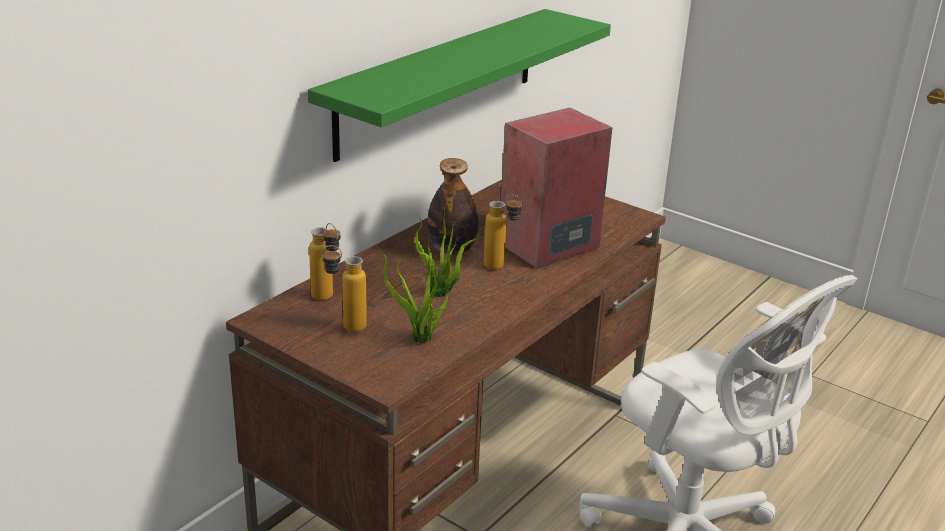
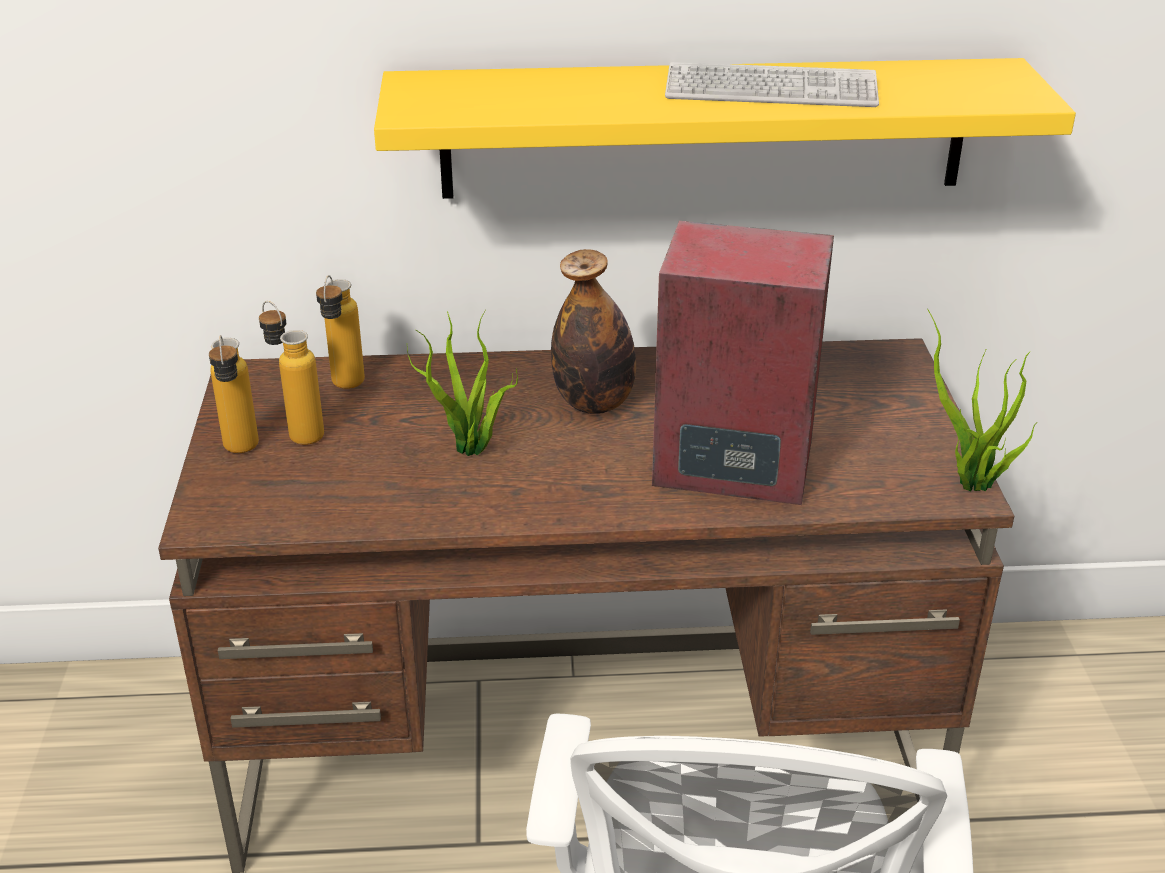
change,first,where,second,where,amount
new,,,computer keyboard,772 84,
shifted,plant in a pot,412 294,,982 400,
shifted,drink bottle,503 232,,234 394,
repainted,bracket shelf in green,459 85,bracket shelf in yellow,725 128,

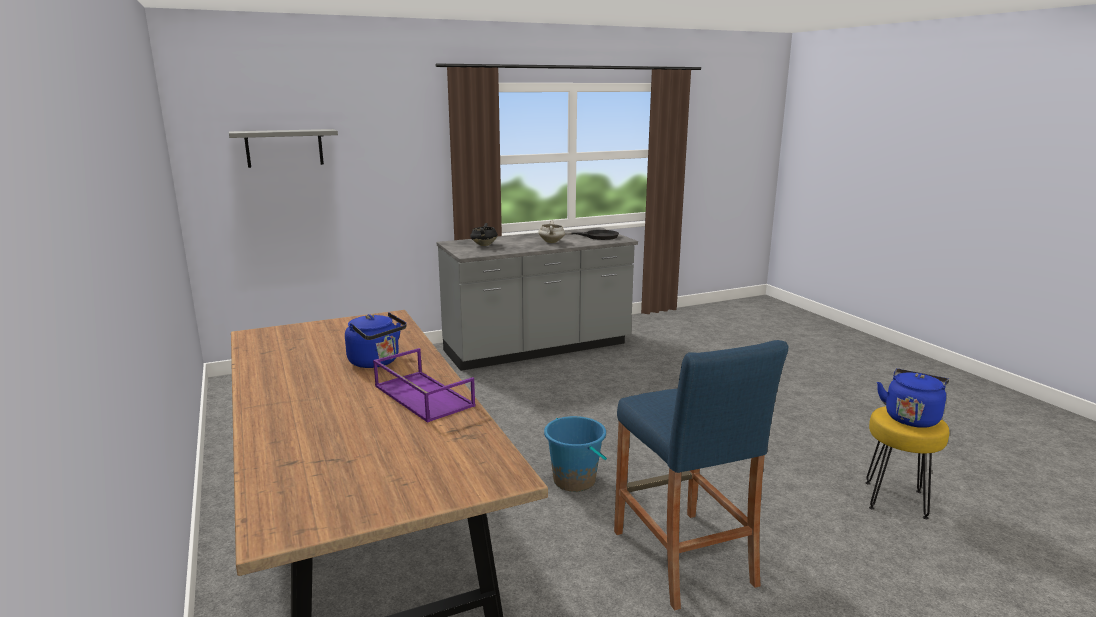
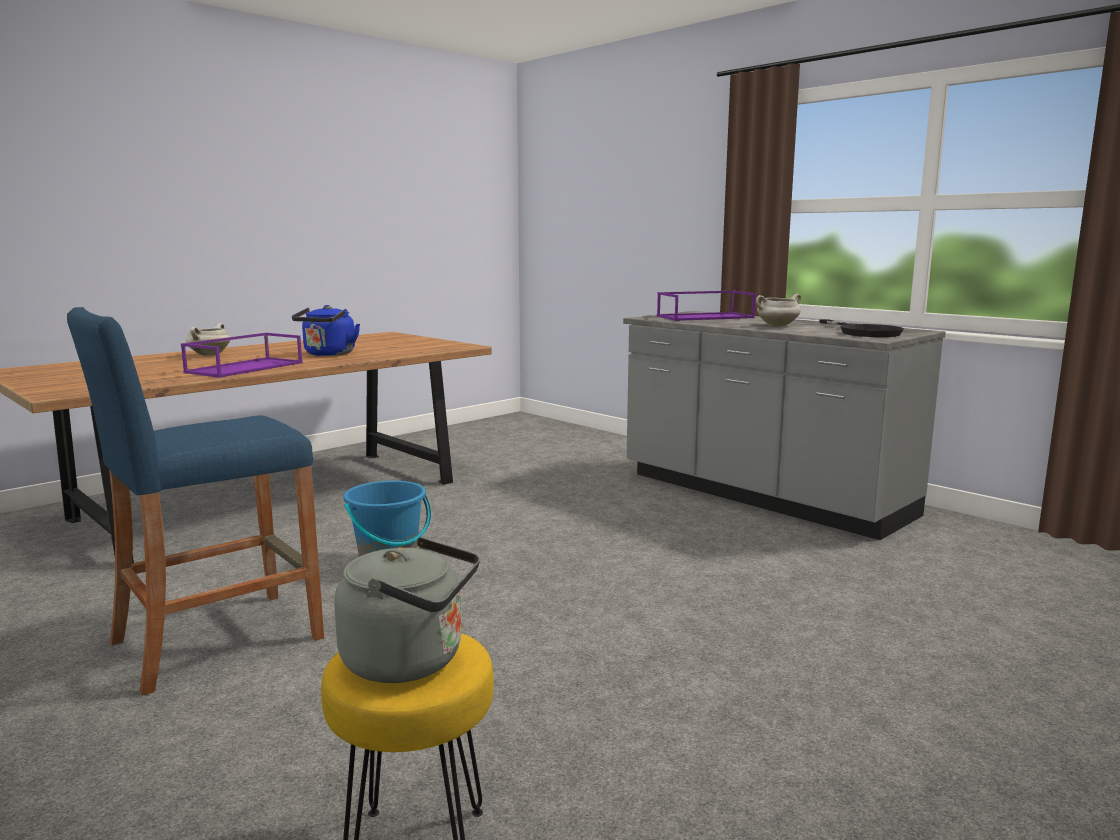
change,first,where,second,where,amount
gone,bracket shelf in gray,283 148,,,
new,,,stockpot in white-coloured,208 339,
swapped,stockpot in black-coloured,484 234,tray in purplish,706 306,
repainted,tea kettle in blue-coloured,913 398,tea kettle in gray,407 610,

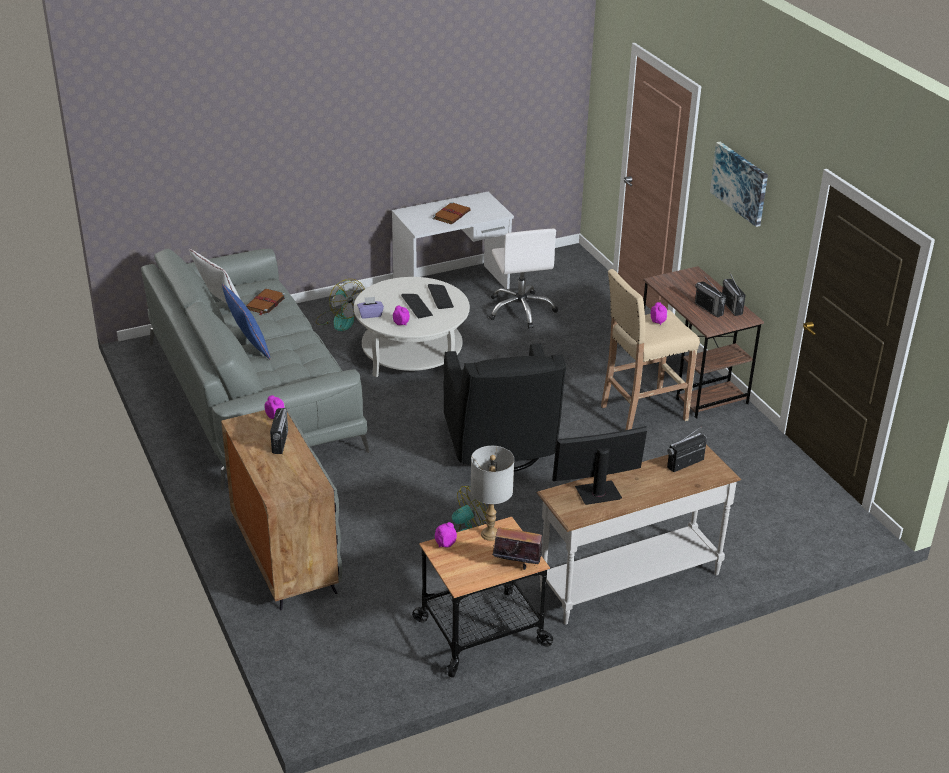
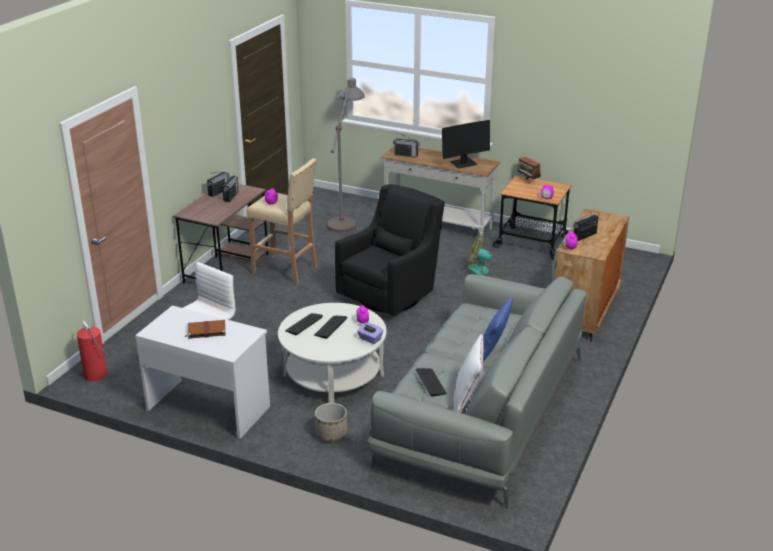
change,first,where,second,where,amount
gone,tabletop lamp in gray,492 493,,,
gone,wall picture,739 184,,,
new,,,fire-fighting cylinder,92 351,
new,,,floor lamp in gray,345 155,
swapped,book in brownish,266 302,computer keyboard,431 382,
swapped,cooling fan,340 305,flower pot,331 422,
rotated,computer display,599 465,,466 144,60 degrees counterclockwise

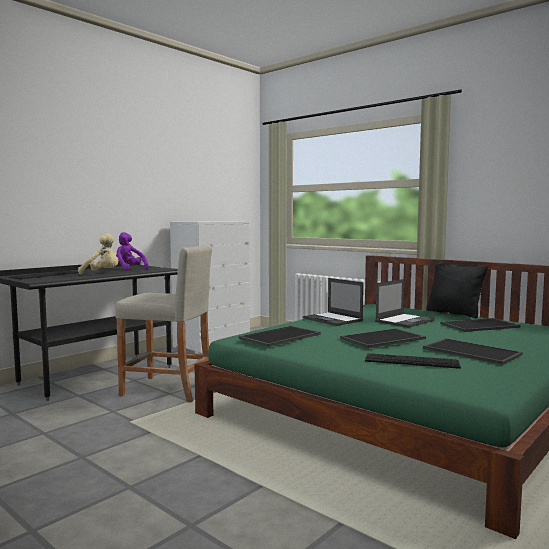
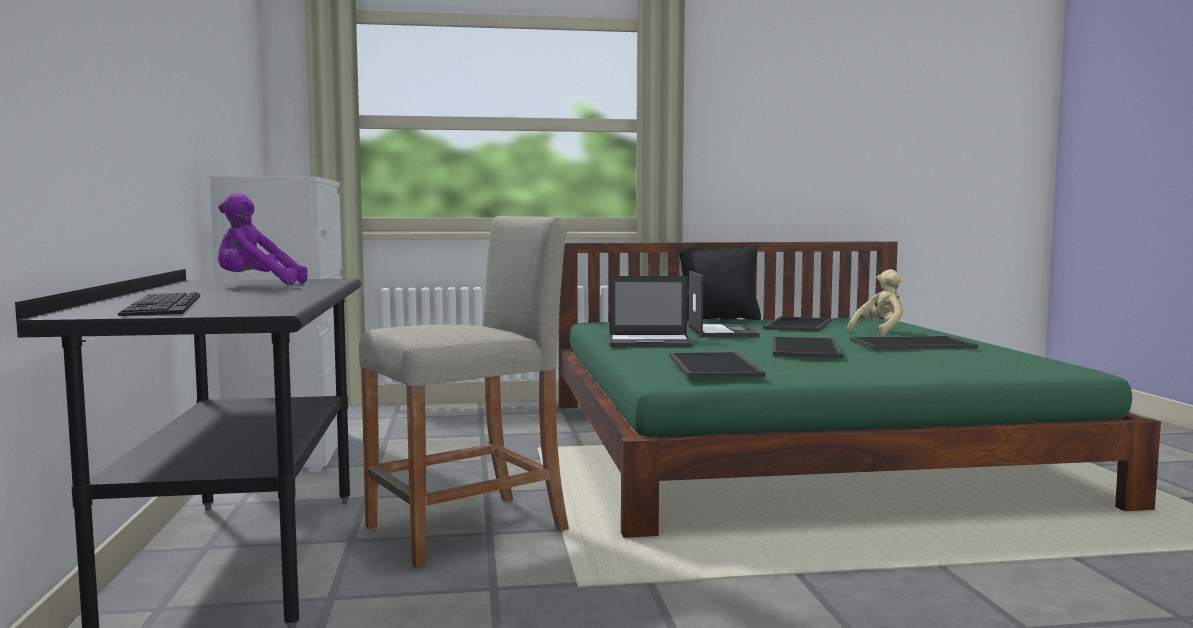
change,first,where,second,where,amount
gone,computer keyboard,413 361,,,
shifted,cuddly toy in beige-coloured,98 254,,875 303,

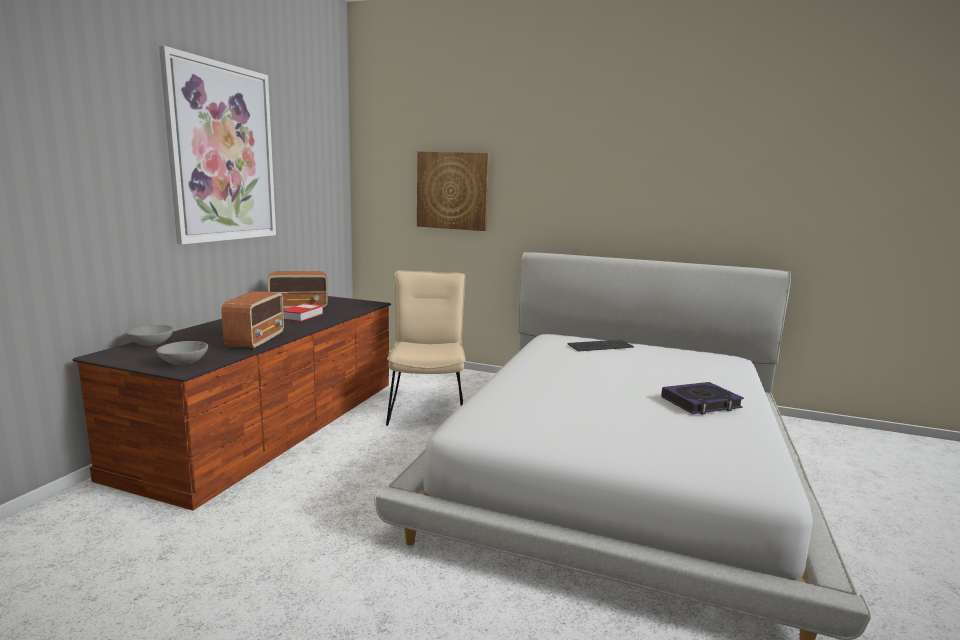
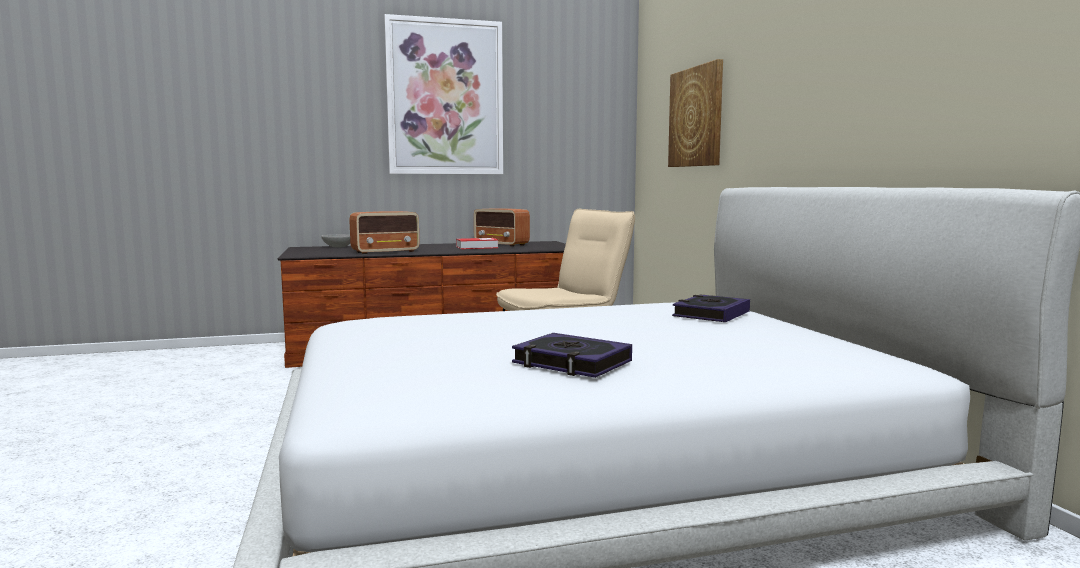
change,first,where,second,where,amount
gone,bowl in gray,182 353,,,
swapped,computer keyboard,601 346,book,711 308,

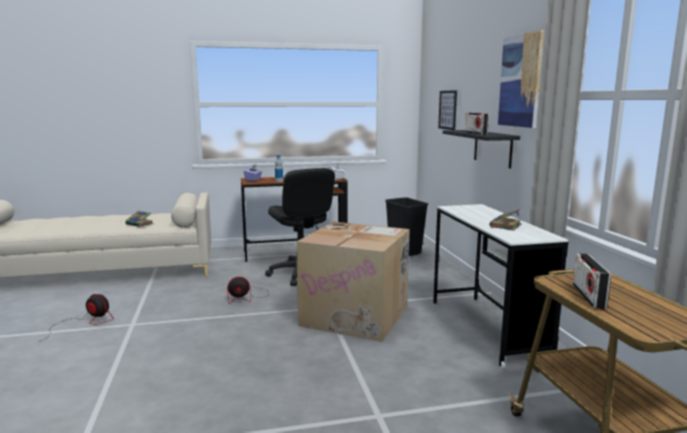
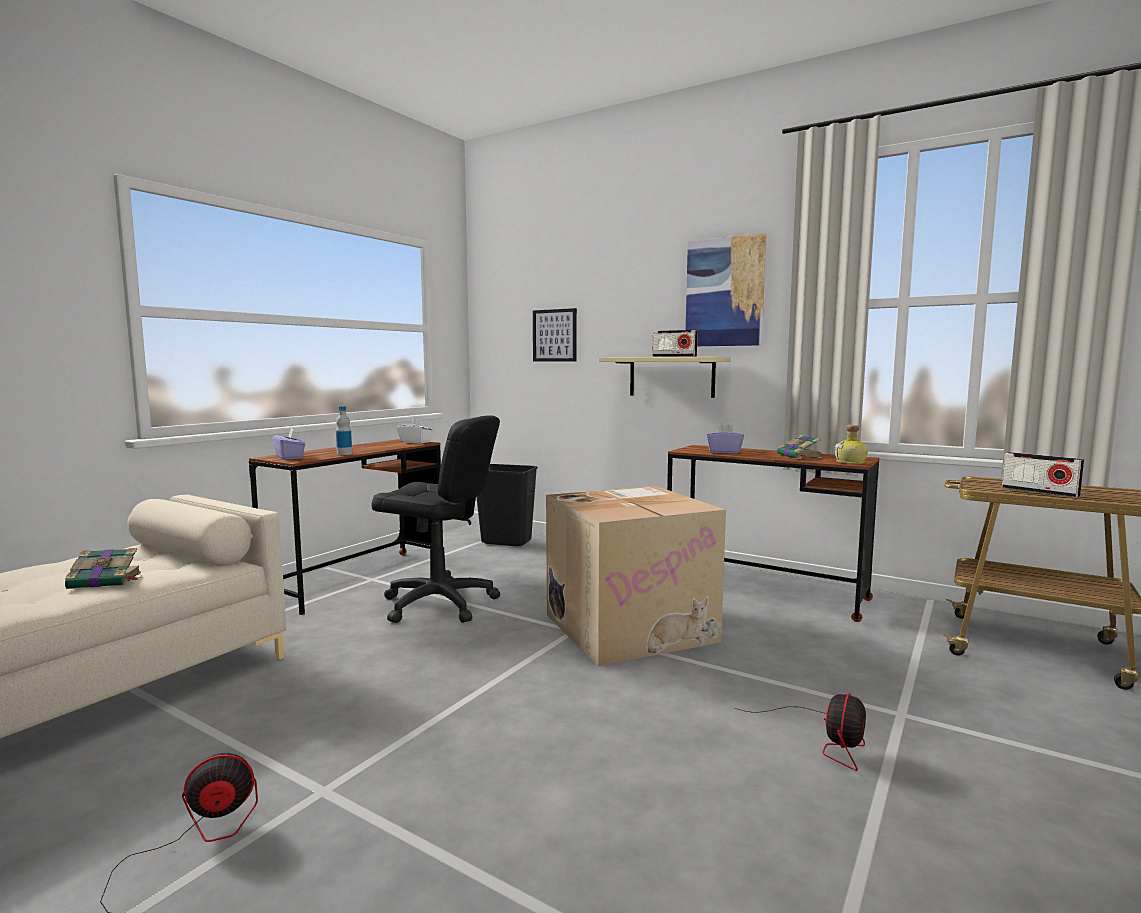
change,first,where,second,where,amount
new,,,tissue box in purplish,725 439,
new,,,drink bottle,851 444,
shifted,cooling fan,247 290,,800 732,
repainted,desk table in white-coloured,500 286,desk table in brownish,773 533,
repainted,bracket shelf in black-coloured,481 149,bracket shelf in beige-coloured,665 377,

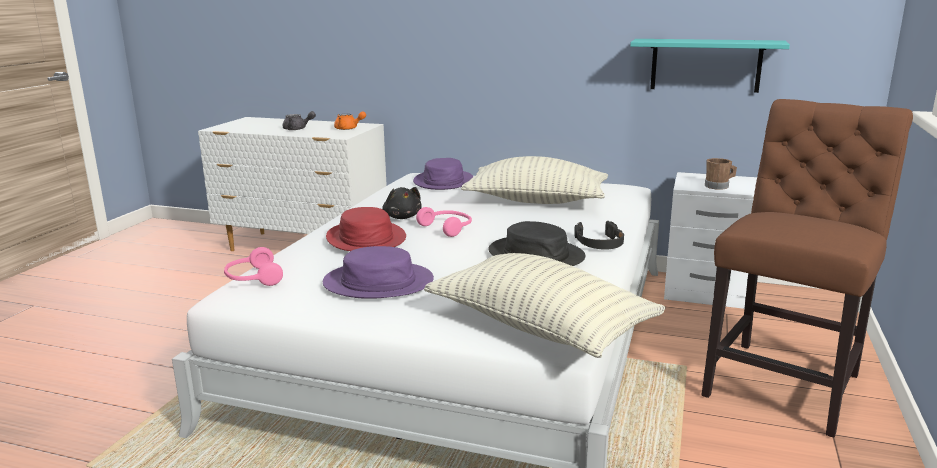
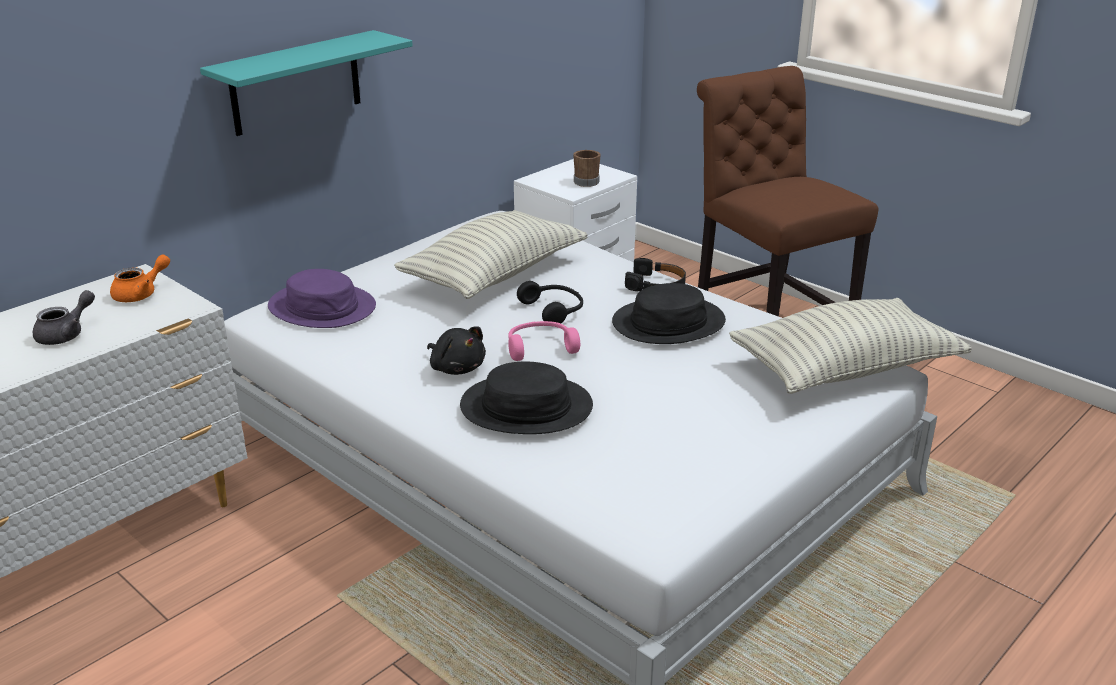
change,first,where,second,where,amount
gone,headphones in pink,253 266,,,
gone,clothing hat in purplish,378 272,,,
new,,,headphones in black-coloured,550 302,
shifted,bracket shelf in turquoise-coloured,710 66,,306 83,
repainted,clothing hat in red-coloured,366 229,clothing hat in black-coloured,526 398,
rotated,cuddly toy in black-coloured,402 203,,456 350,45 degrees clockwise

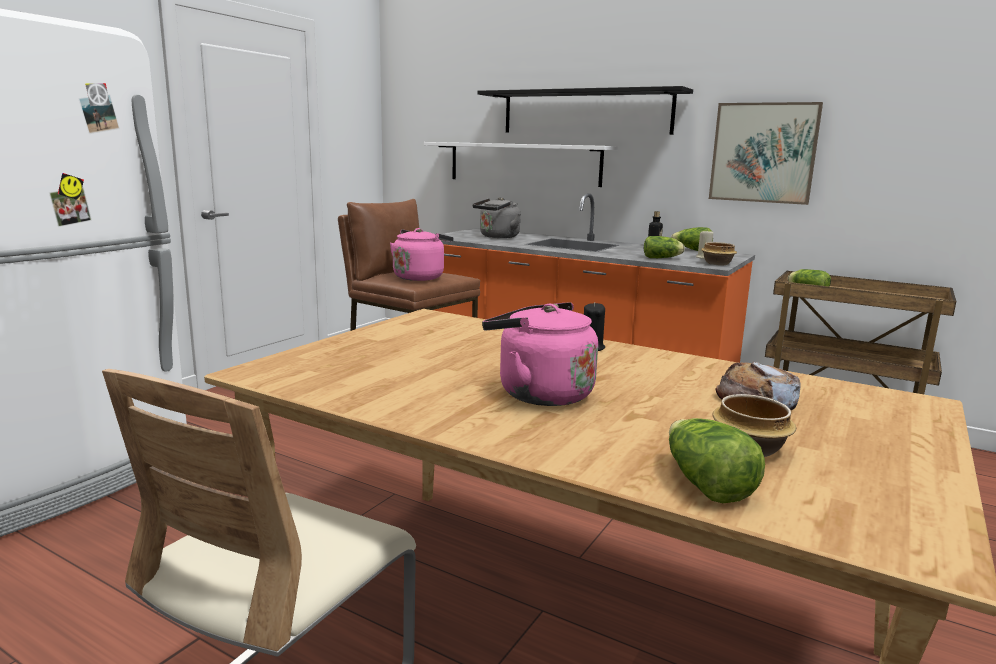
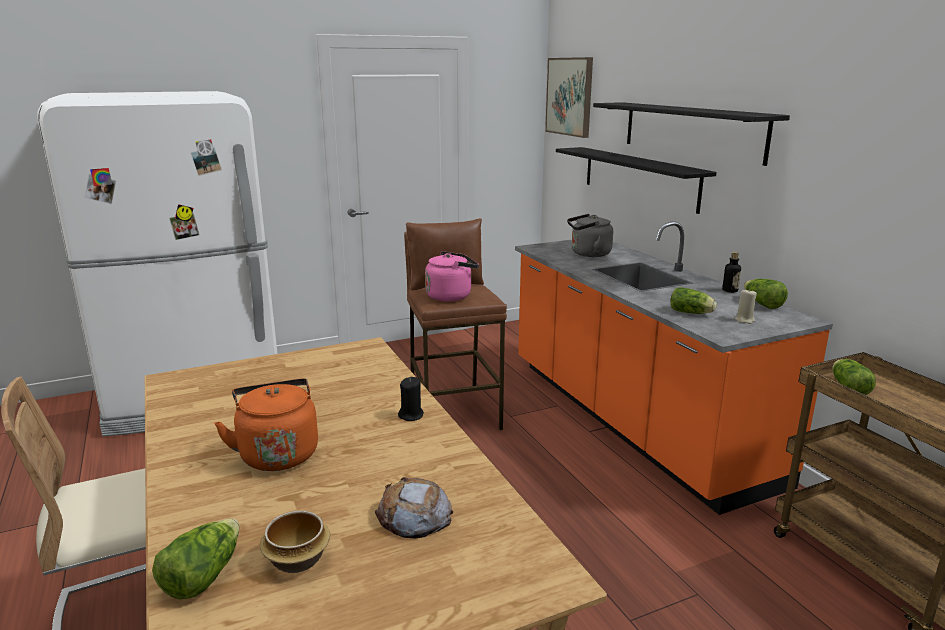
change,first,where,second,where,amount
gone,bowl,719 253,,,
shifted,wall picture,766 153,,569 97,
repainted,bracket shelf in white-coloured,521 164,bracket shelf in black-coloured,636 180,
repainted,tea kettle in pink,540 354,tea kettle in orangey,266 424,

